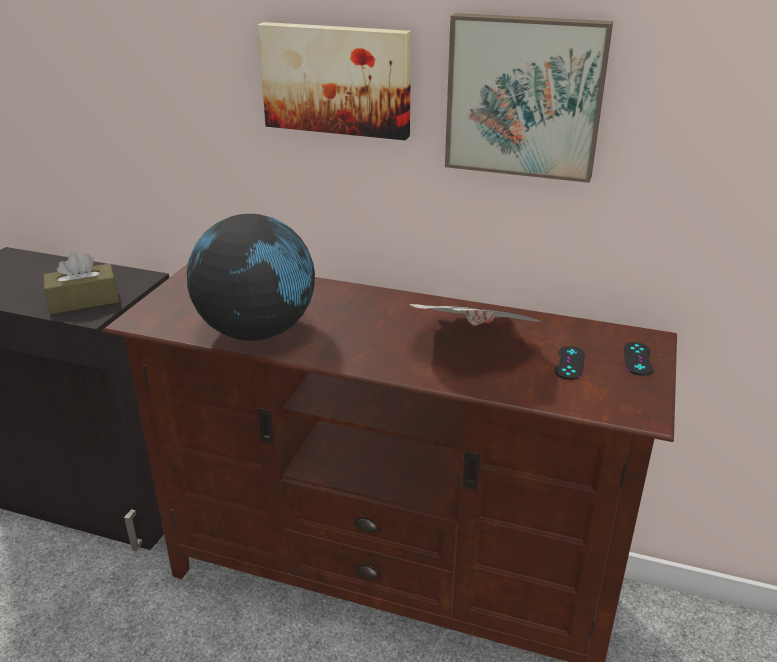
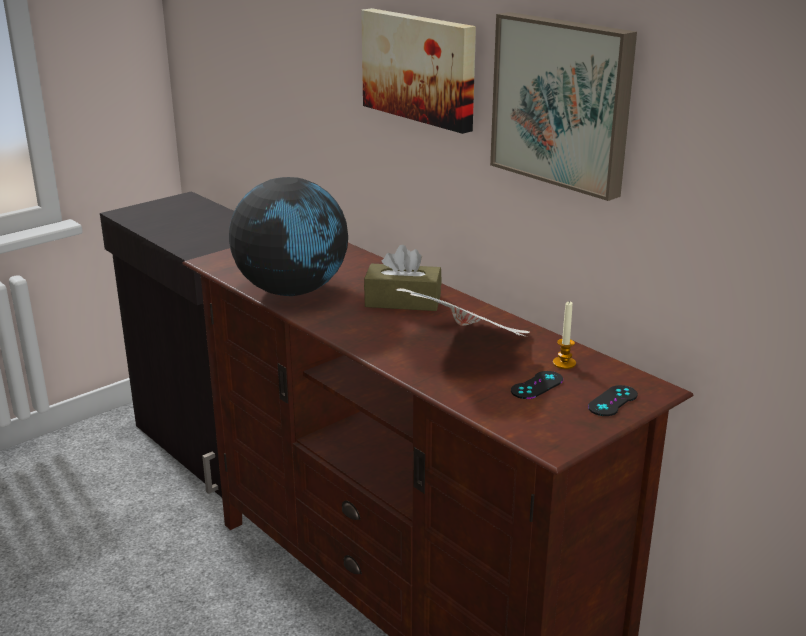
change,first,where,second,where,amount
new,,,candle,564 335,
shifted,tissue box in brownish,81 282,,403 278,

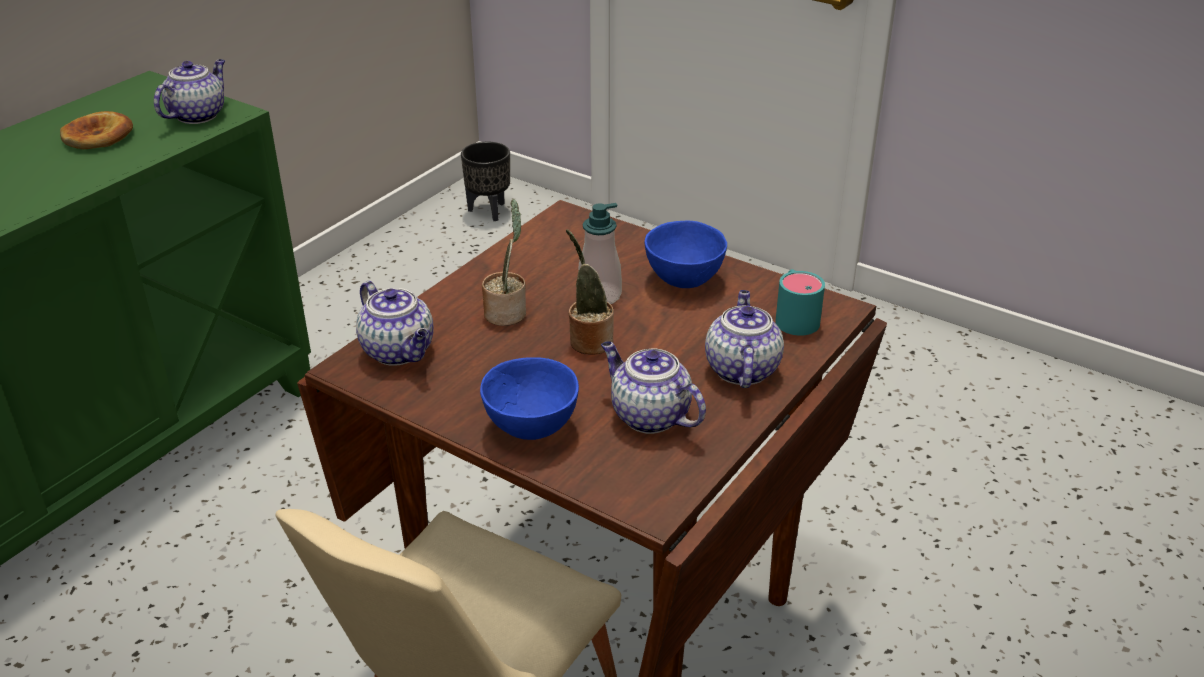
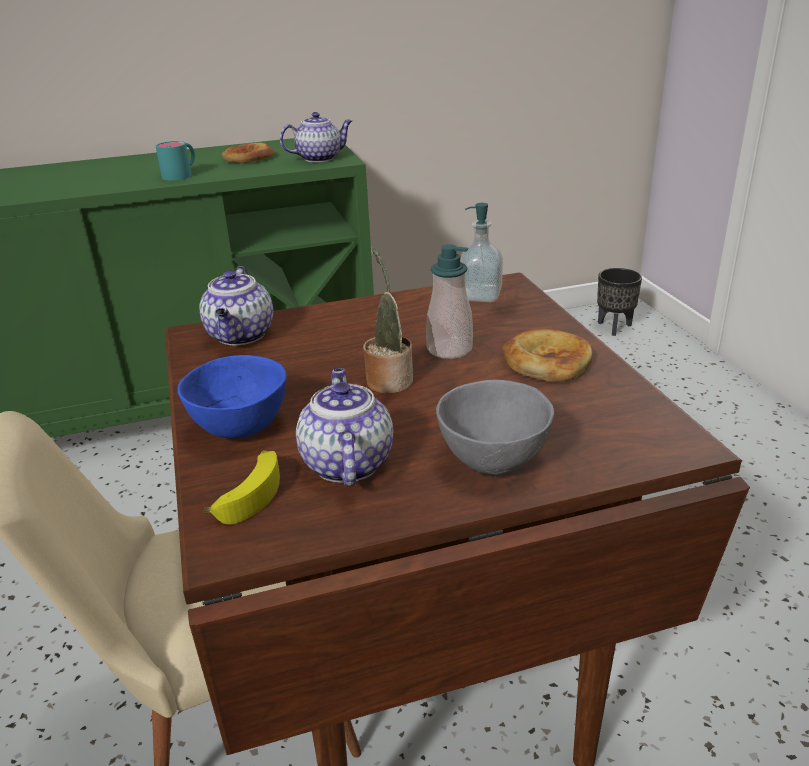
change,first,where,second,where,amount
gone,plant in a pot,504 262,,,
new,,,banana fruit,242 487,
new,,,soap bottle,481 252,
shifted,coffee mug in turquoise-coloured,800 302,,175 160,
swapped,bowl in blue-coloured,686 254,bread,547 355,
swapped,teapot,744 339,bowl in gray,495 427,

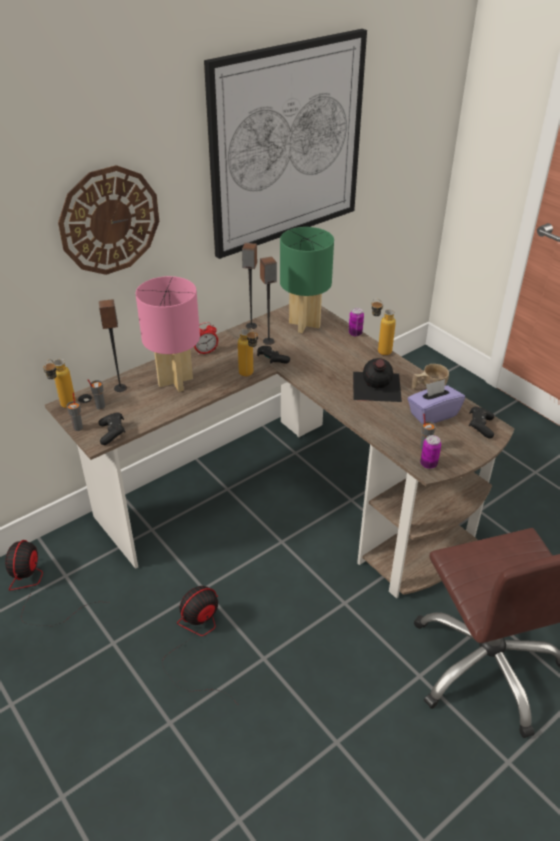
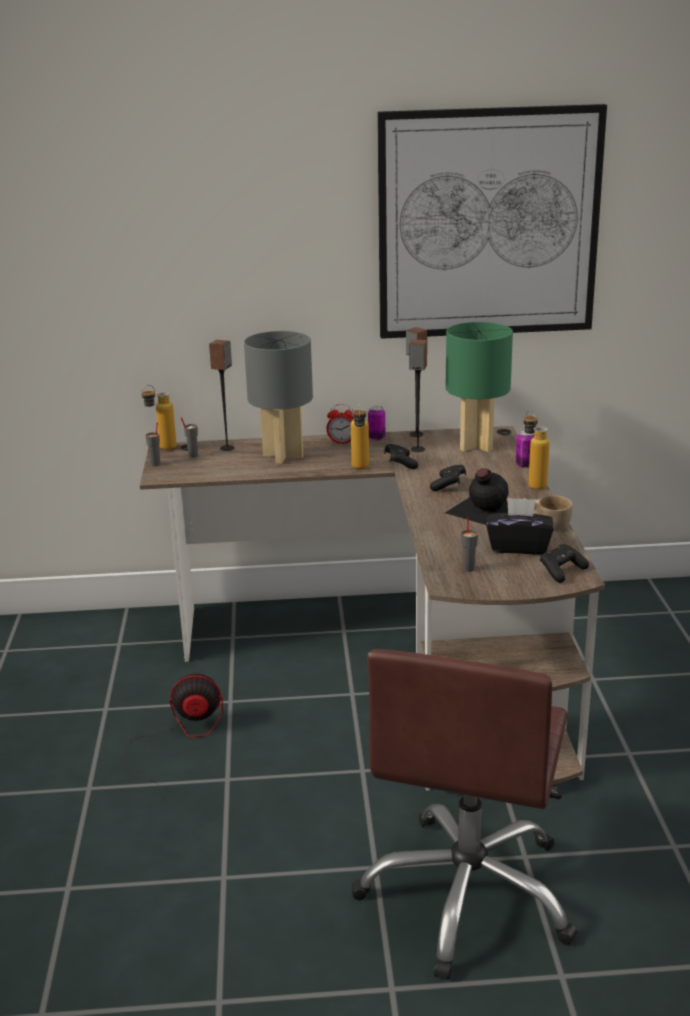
change,first,where,second,where,amount
gone,cooling fan,57 583,,,
gone,clock on the wall,108 220,,,
shifted,game controller in black-coloured,111 428,,448 478,
shifted,sealed can,430 452,,376 423,
repainted,tabletop lamp in pink,168 334,tabletop lamp in gray,278 397,
repainted,tissue box in purplish,436 401,tissue box in black-coloured,520 526,

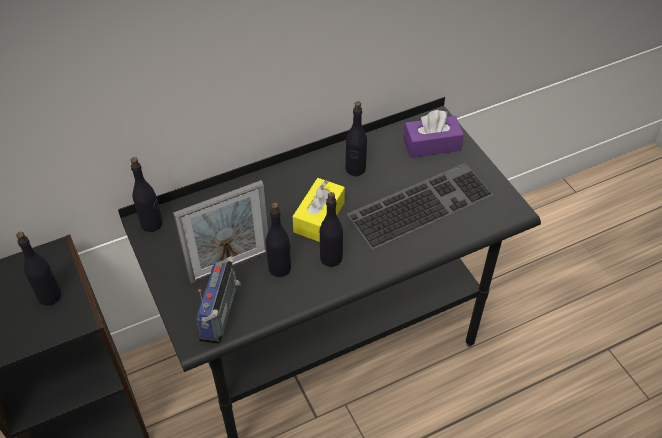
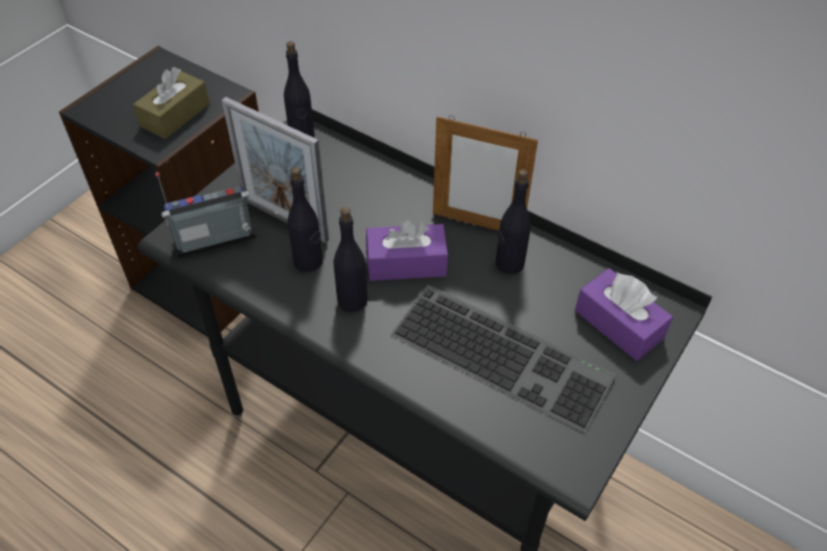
change,first,where,second,where,amount
new,,,picture frame,485 173,
swapped,drink bottle in black-coloured,38 269,tissue box in brownish,171 103,
repainted,tissue box in yellow,319 210,tissue box in purplish,407 250,

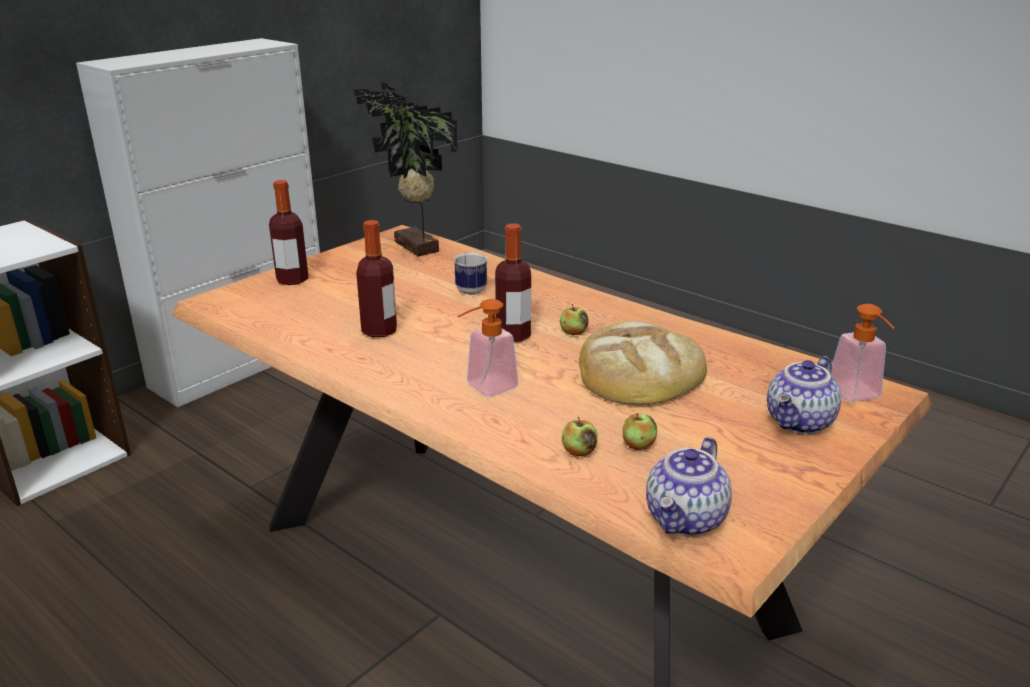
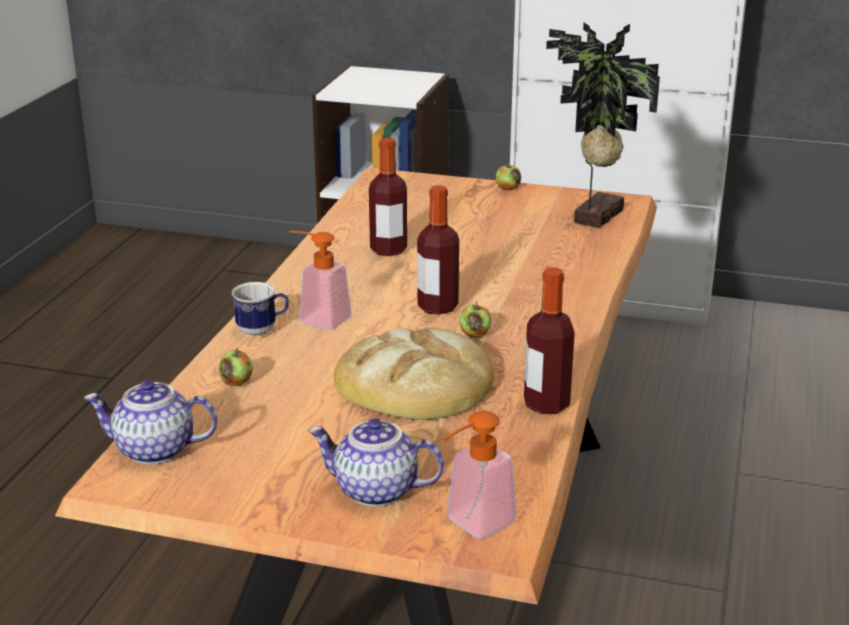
change,first,where,second,where,amount
shifted,drink bottle,289 232,,549 340,
shifted,coffee mug,471 274,,260 309,
shifted,whole apple,639 431,,508 176,

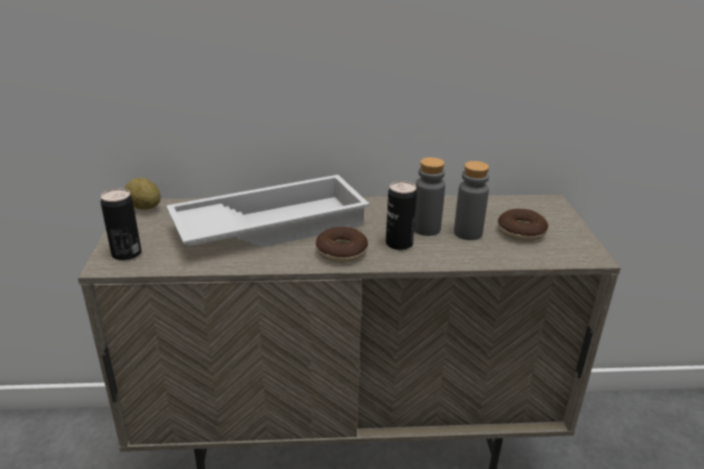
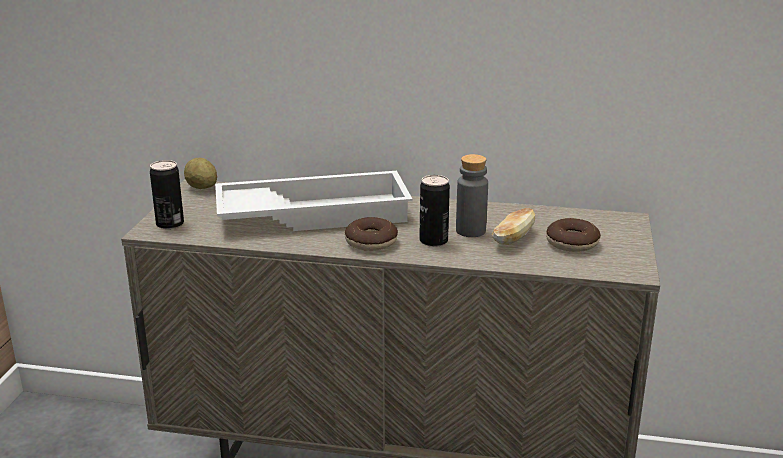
change,first,where,second,where,amount
swapped,drink bottle in gray,471 200,bread,513 226,

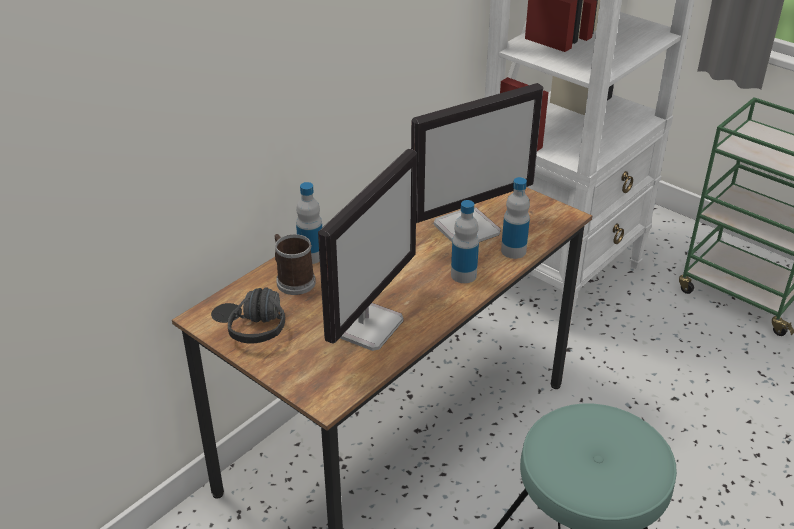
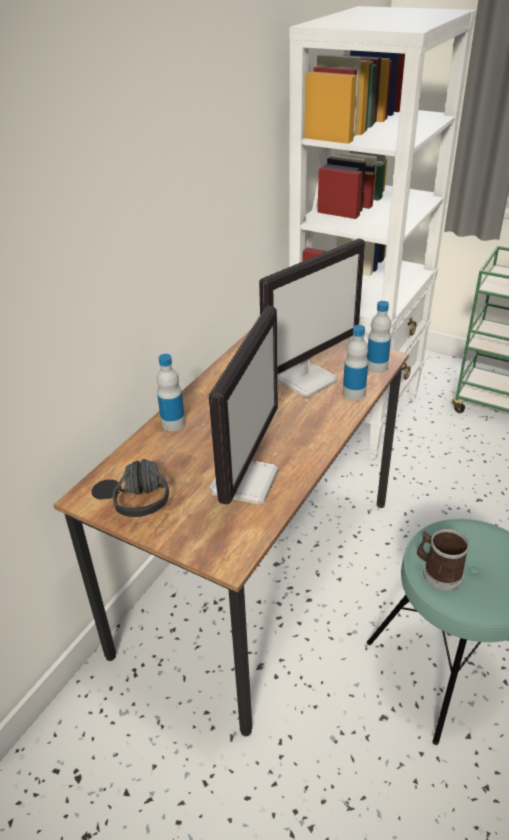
change,first,where,second,where,amount
shifted,coffee mug,295 264,,443 560,
shifted,drink bottle,465 241,,379 337,

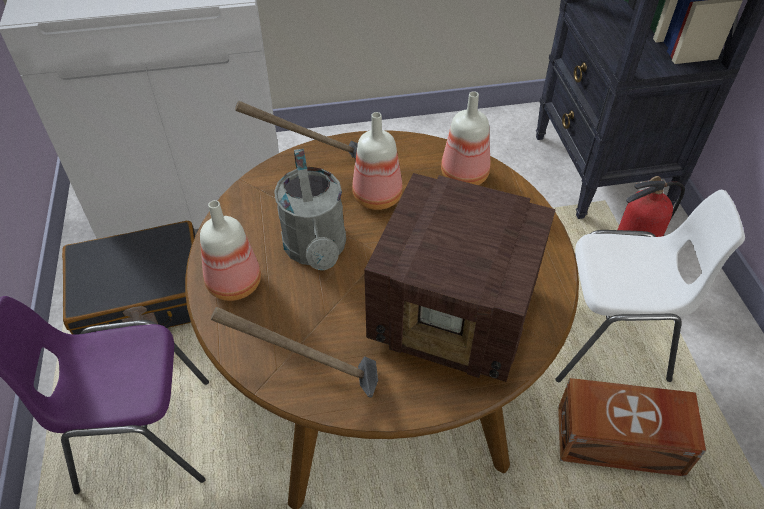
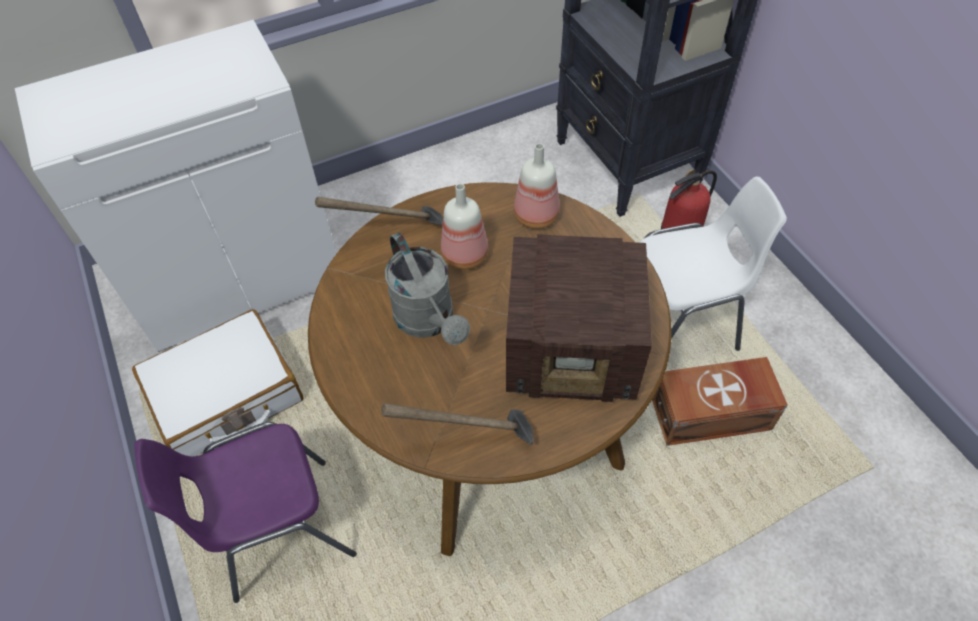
change,first,where,second,where,amount
gone,drink bottle,230 250,,,
repainted,piece of luggage in black-coloured,128 278,piece of luggage in white-coloured,218 382,

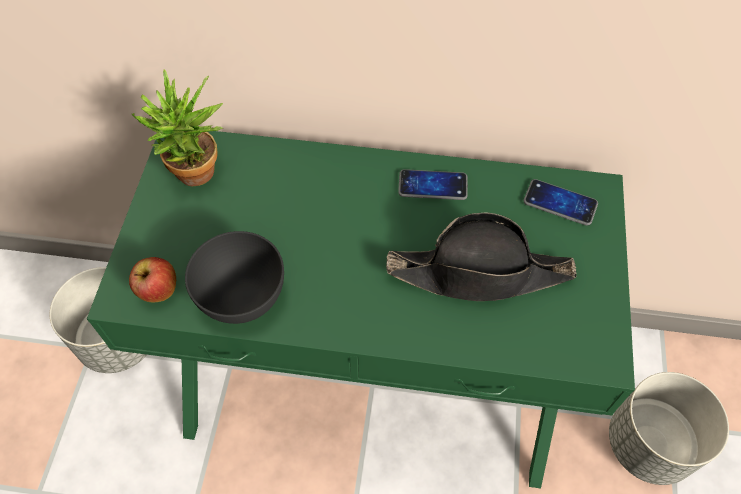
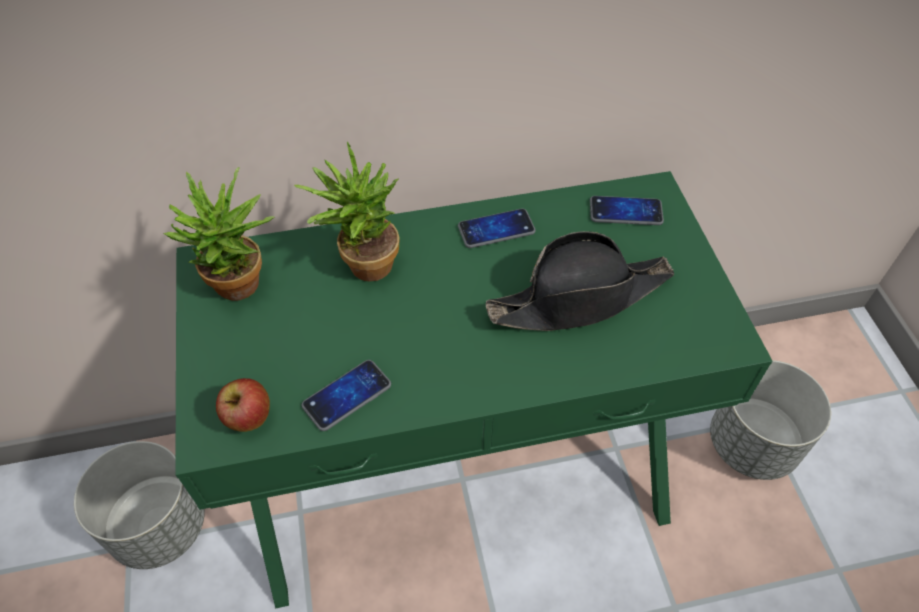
change,first,where,second,where,amount
new,,,plant in a pot,346 211,
swapped,bowl in gray,234 277,phone,346 395,

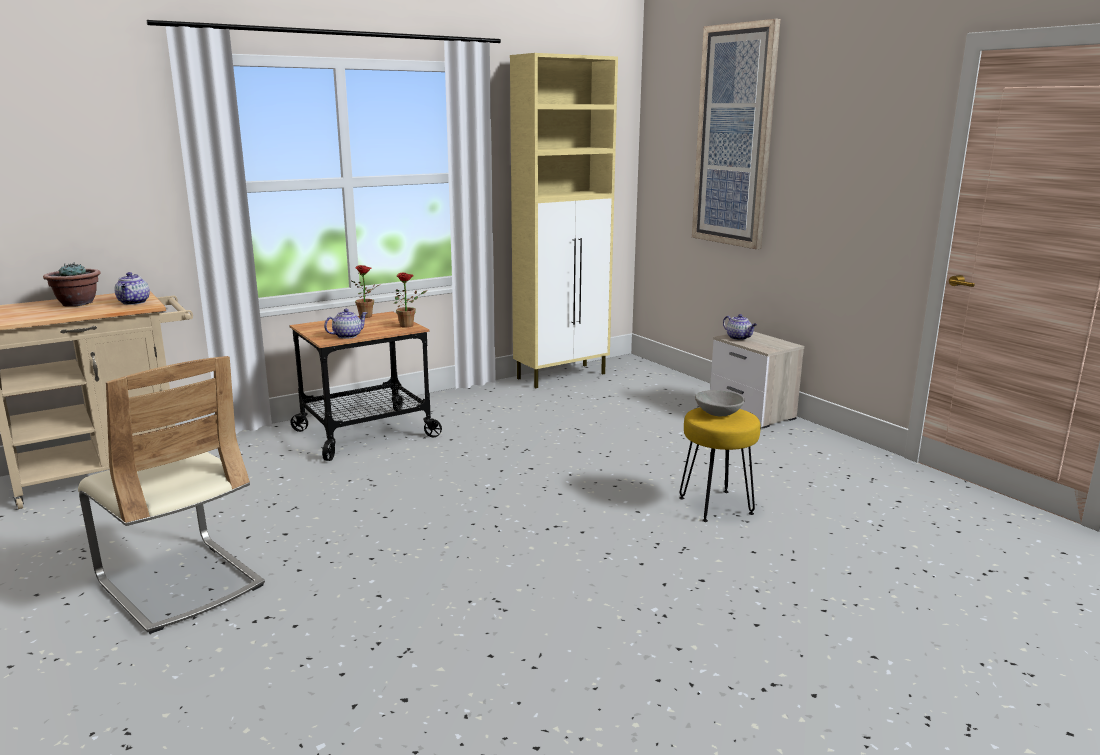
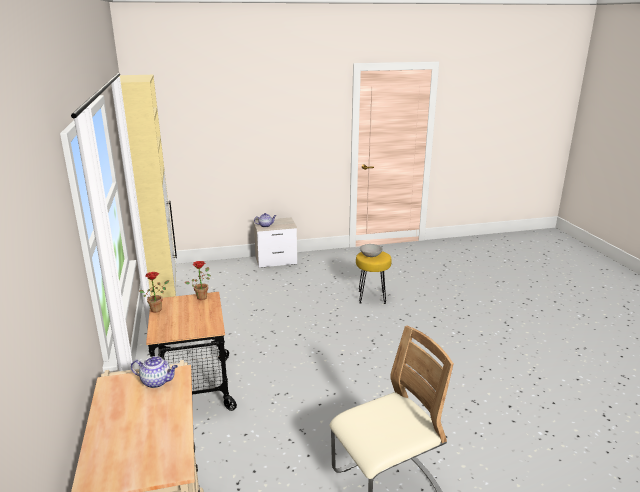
change,first,where,second,where,amount
gone,plant in a pot,72 284,,,
gone,teapot,345 324,,,
gone,wall picture,736 134,,,

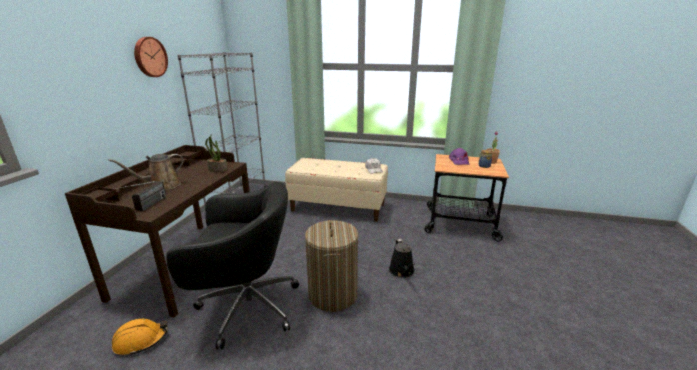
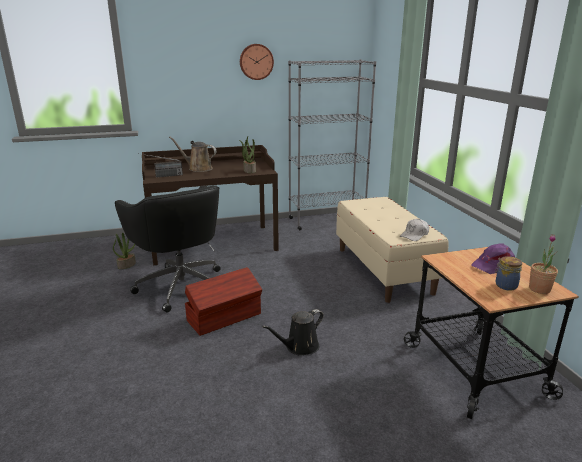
change,first,where,second,where,amount
swapped,hard hat in orangey,140 336,plant in a pot,124 251,
swapped,laundry basket,331 266,storage box in brownish,223 301,

